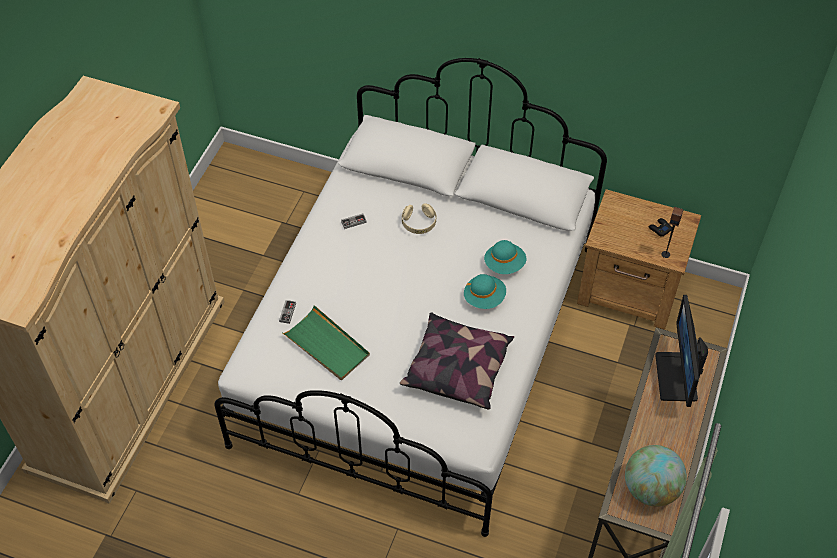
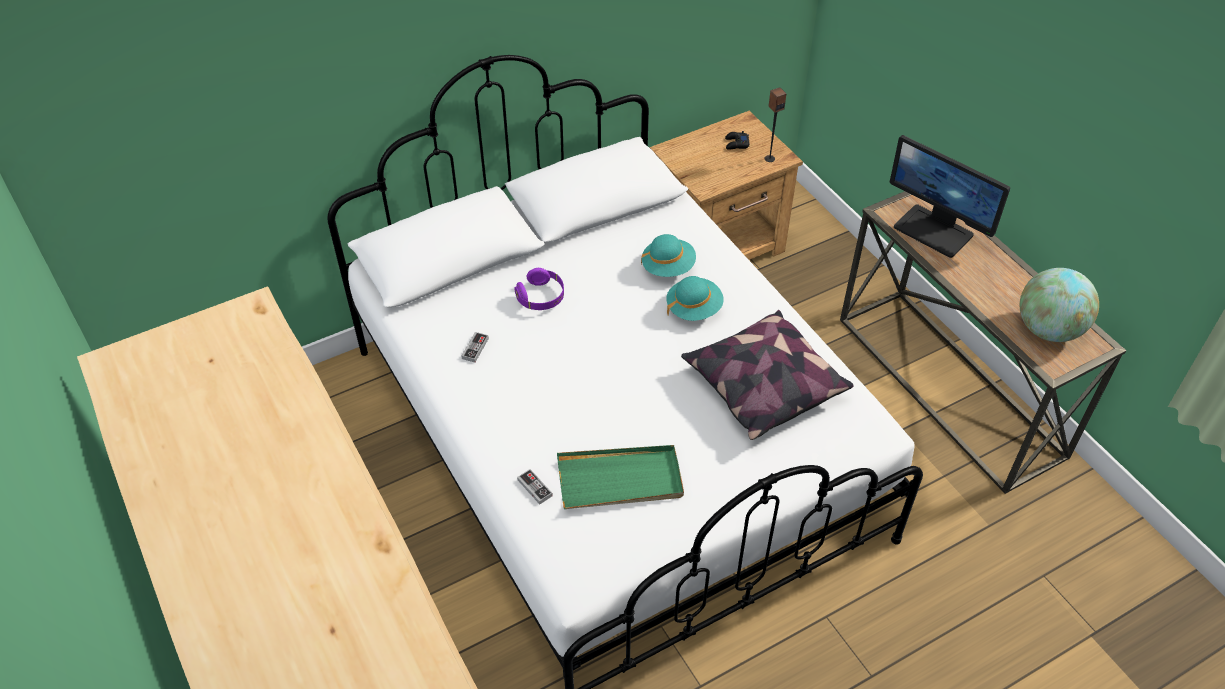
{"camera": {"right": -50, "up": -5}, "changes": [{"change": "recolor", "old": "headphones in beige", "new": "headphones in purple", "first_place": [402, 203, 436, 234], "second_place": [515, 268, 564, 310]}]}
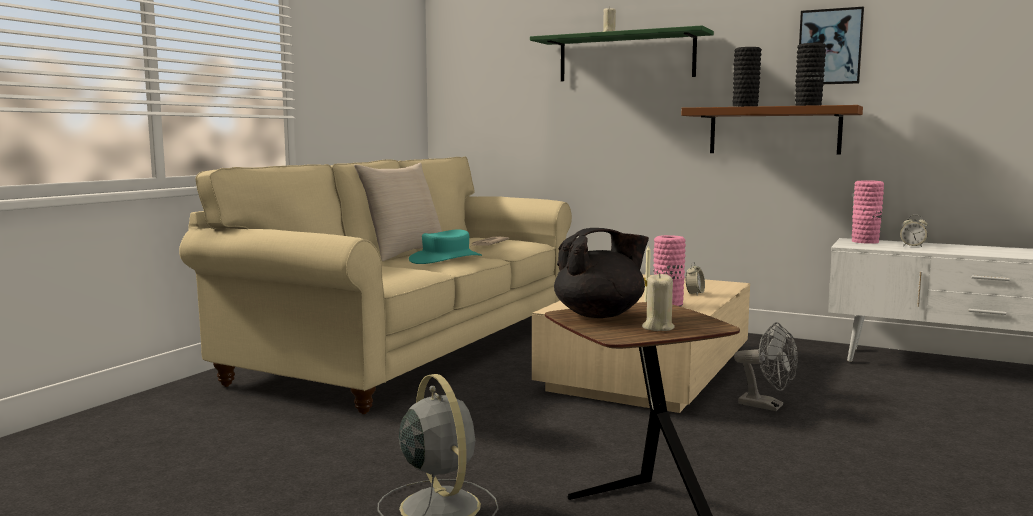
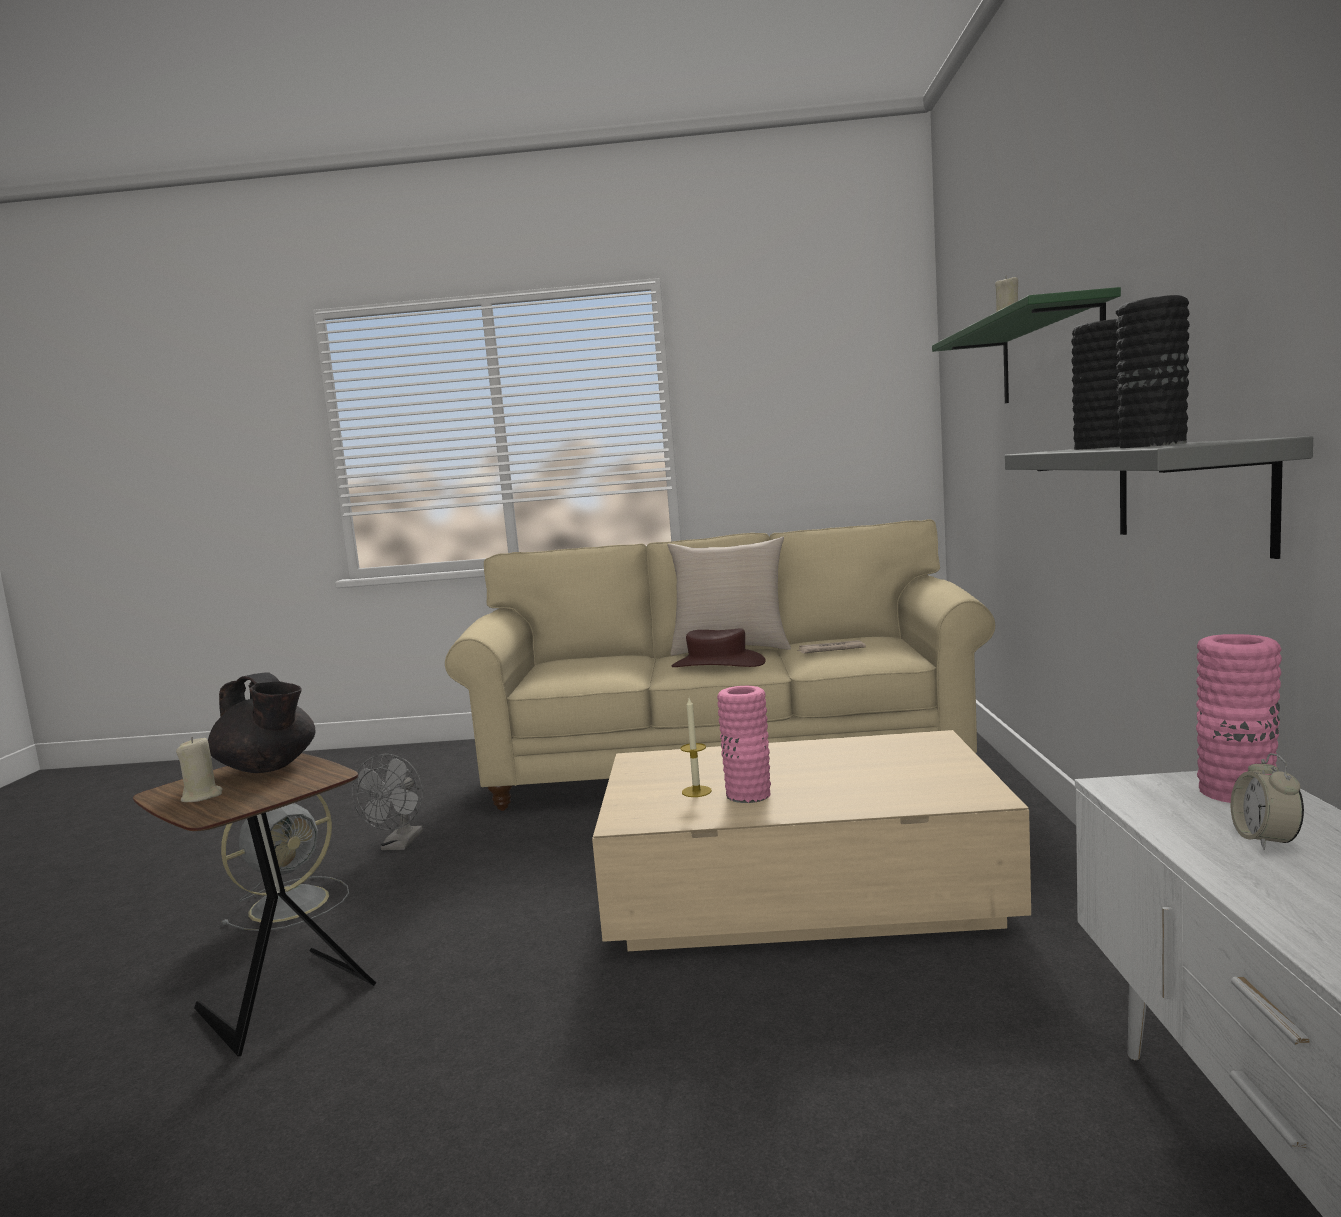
{"camera": {"right": 65, "up": 0}, "changes": [{"change": "recolor", "old": "hat in turquoise", "new": "hat in brown", "first_place": [409, 230, 482, 264], "second_place": [672, 629, 766, 667]}, {"change": "recolor", "old": "shelf in brown", "new": "shelf in grey", "first_place": [681, 105, 863, 155], "second_place": [1005, 436, 1313, 559]}, {"change": "delete", "old": "alarm clock", "first_place": [686, 262, 705, 295]}, {"change": "move", "old": "fan in grey", "first_place": [734, 322, 798, 411], "second_place": [351, 754, 423, 850]}, {"change": "delete", "old": "picture", "first_place": [799, 7, 864, 84]}]}
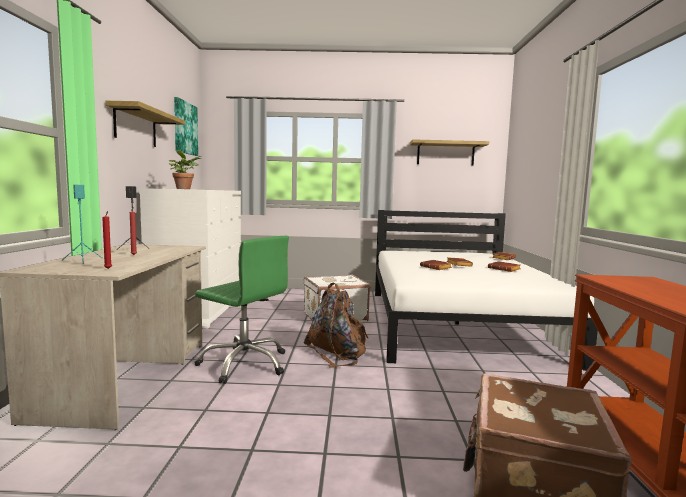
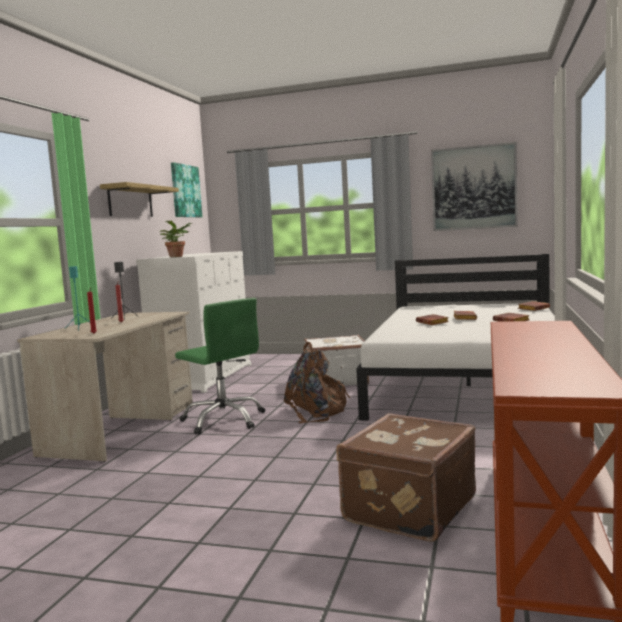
{"camera": {"right": 15, "up": 0}, "changes": [{"change": "replace", "old": "shelf", "new": "picture", "first_place": [410, 139, 489, 166], "second_place": [431, 142, 518, 231]}]}
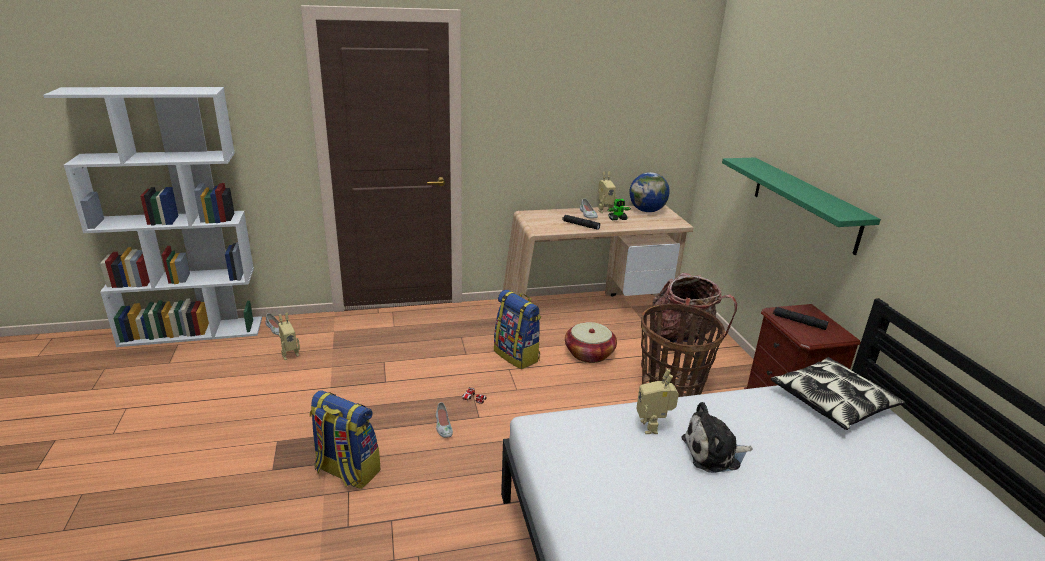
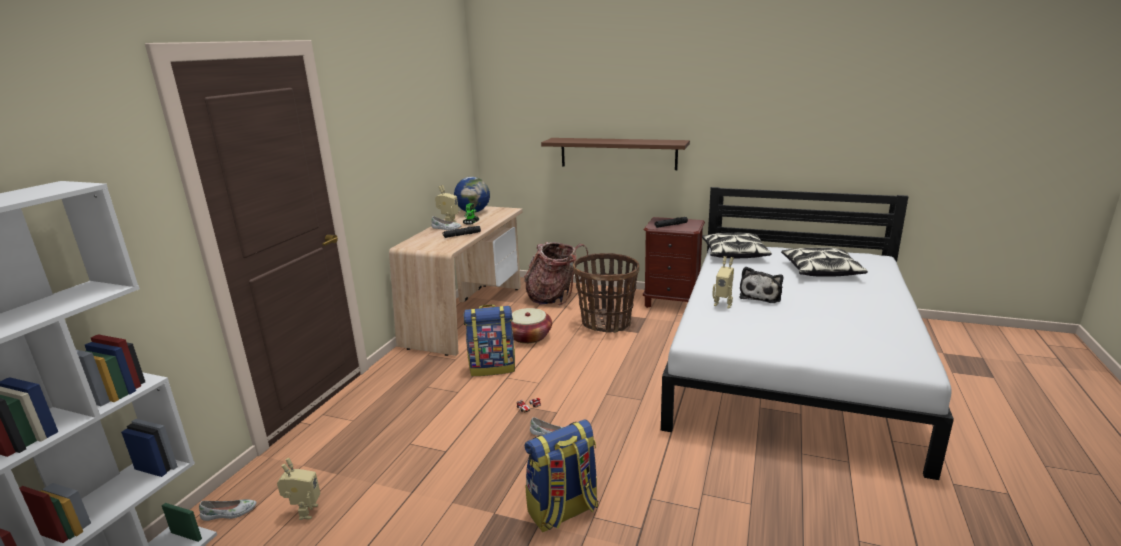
{"camera": {"right": -55, "up": -5}, "changes": [{"change": "recolor", "old": "shelf in green", "new": "shelf in brown", "first_place": [722, 158, 881, 255], "second_place": [541, 138, 690, 170]}, {"change": "insert", "new": "pillow", "second_place": [781, 247, 868, 277]}]}
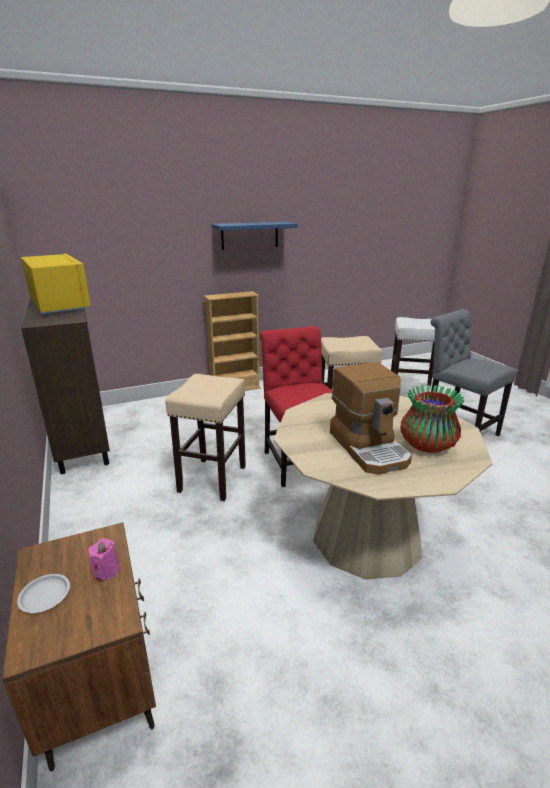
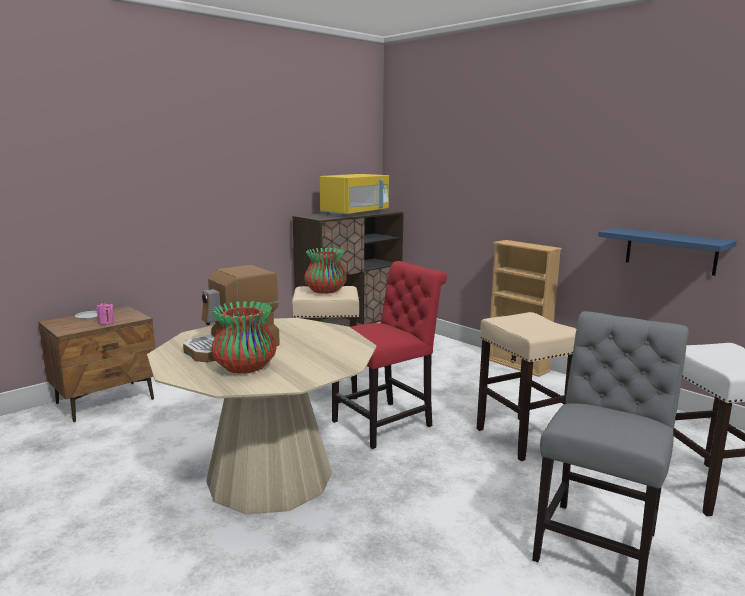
{"camera": {"right": 70, "up": -10}, "changes": [{"change": "move", "old": "shelf in blue", "first_place": [212, 222, 298, 250], "second_place": [598, 228, 737, 276]}, {"change": "insert", "new": "vase", "second_place": [305, 248, 347, 294]}]}
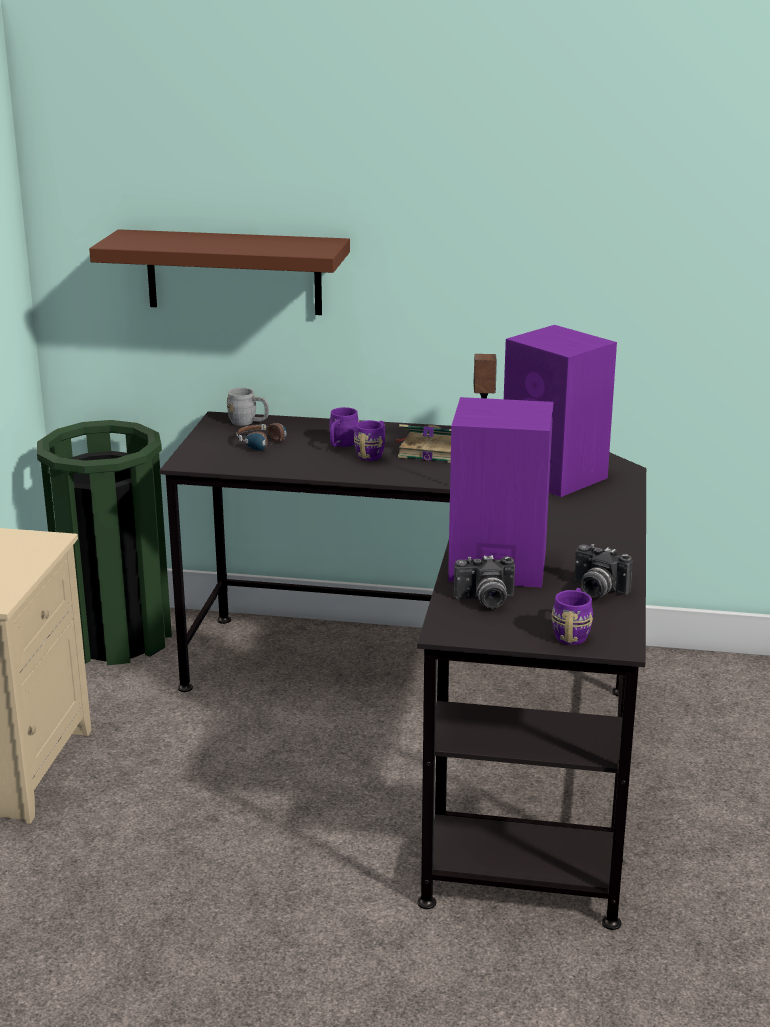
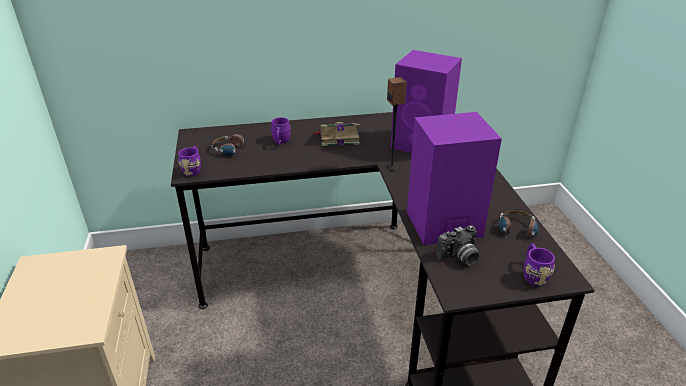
{"camera": {"right": -20, "up": 10}, "changes": [{"change": "delete", "old": "trash can in green", "first_place": [37, 420, 172, 666]}, {"change": "delete", "old": "shelf in brown", "first_place": [89, 229, 350, 315]}, {"change": "delete", "old": "mug in grey", "first_place": [227, 388, 269, 426]}, {"change": "move", "old": "mug in purple", "first_place": [354, 420, 385, 461], "second_place": [178, 146, 201, 176]}, {"change": "replace", "old": "photo camera", "new": "headphones", "first_place": [574, 544, 632, 598], "second_place": [499, 209, 539, 237]}]}
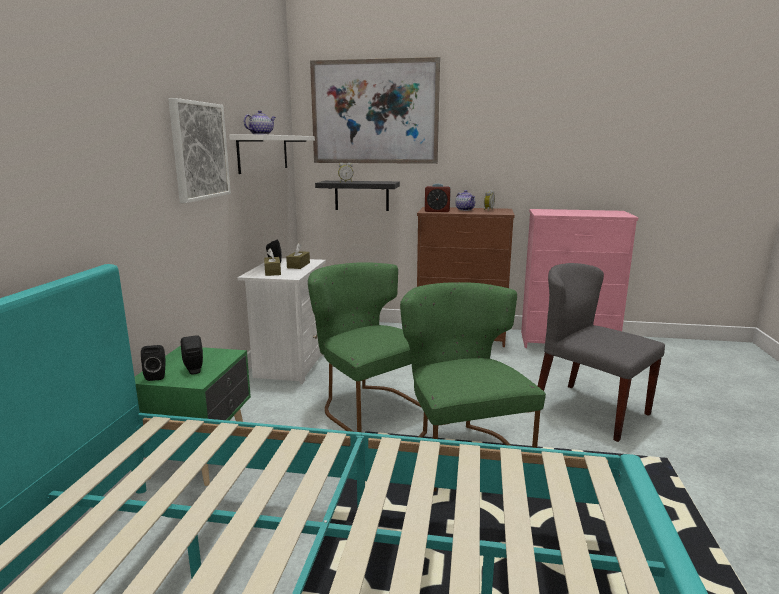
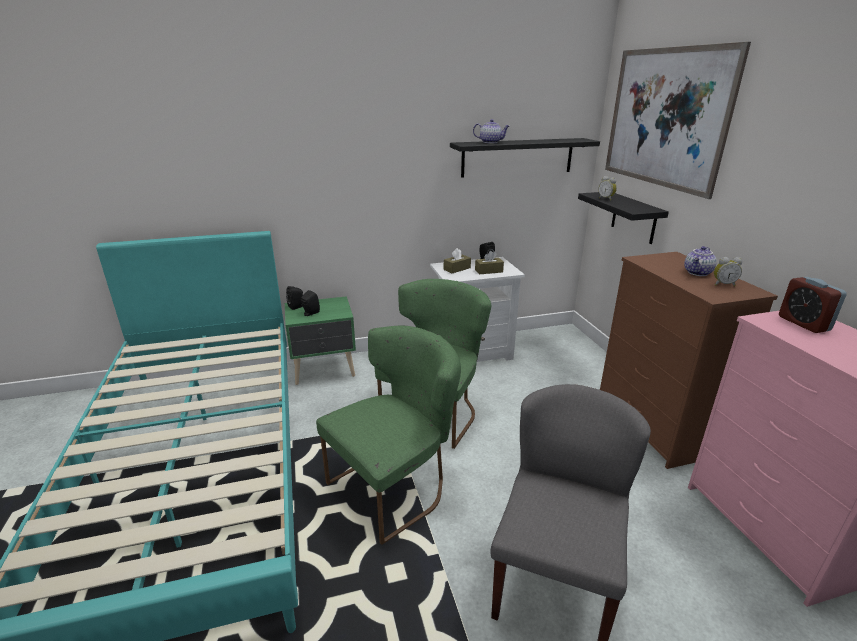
{"camera": {"right": 65, "up": 10}, "changes": [{"change": "delete", "old": "picture", "first_place": [168, 98, 231, 203]}, {"change": "recolor", "old": "shelf in white", "new": "shelf in black", "first_place": [229, 134, 315, 174], "second_place": [450, 138, 600, 178]}, {"change": "move", "old": "alarm clock", "first_place": [425, 184, 451, 212], "second_place": [779, 277, 847, 333]}]}
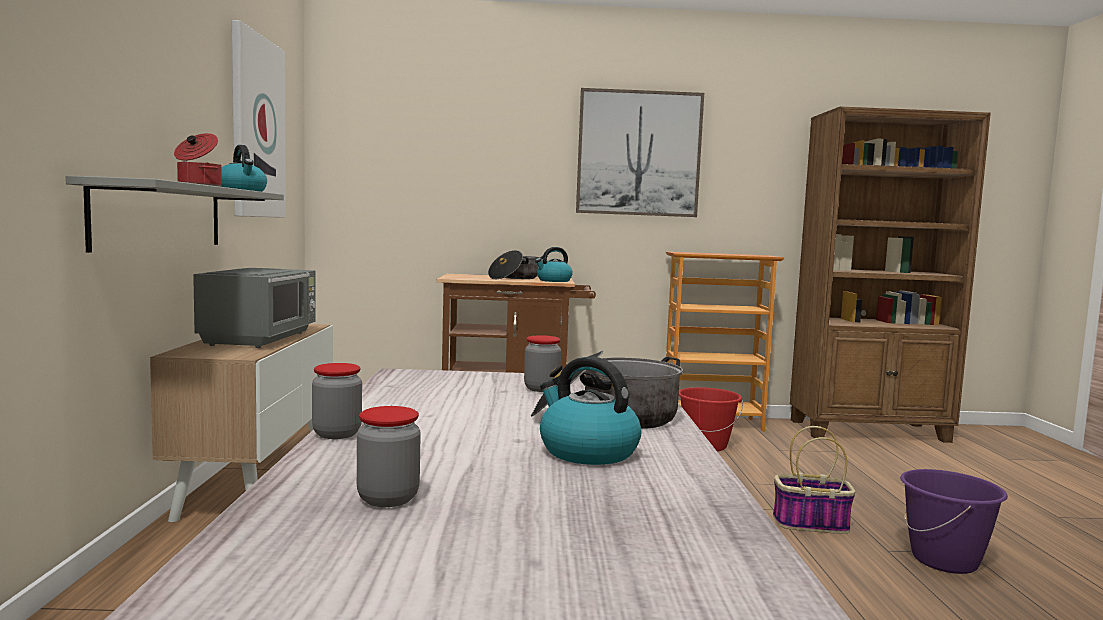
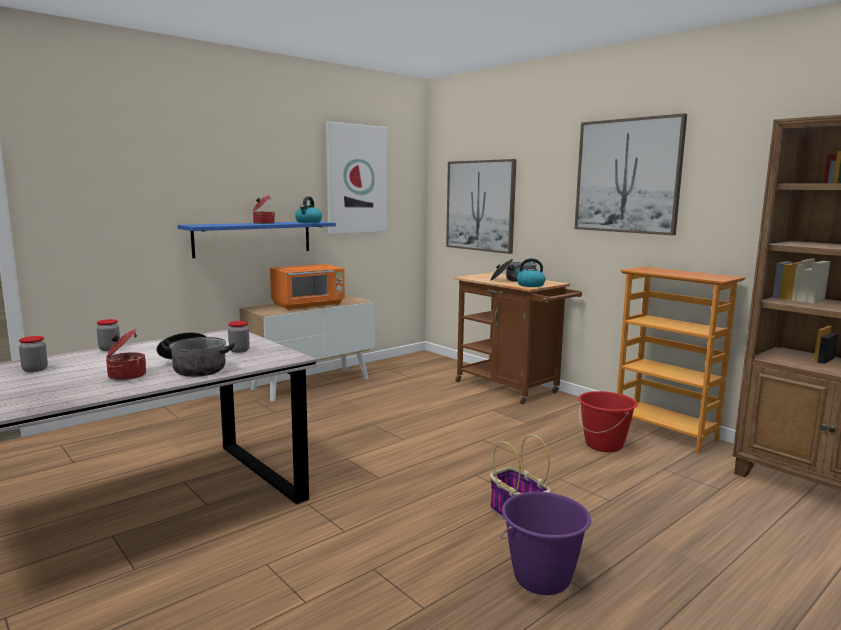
{"camera": {"right": 50, "up": 5}, "changes": [{"change": "recolor", "old": "shelf in grey", "new": "shelf in blue", "first_place": [65, 175, 284, 253], "second_place": [177, 221, 336, 258]}, {"change": "recolor", "old": "microwave in grey", "new": "microwave in orange", "first_place": [193, 268, 316, 348], "second_place": [270, 264, 345, 310]}, {"change": "replace", "old": "kettle", "new": "cooking pot", "first_place": [540, 356, 641, 465], "second_place": [106, 329, 146, 380]}, {"change": "insert", "new": "picture", "second_place": [446, 159, 517, 254]}]}
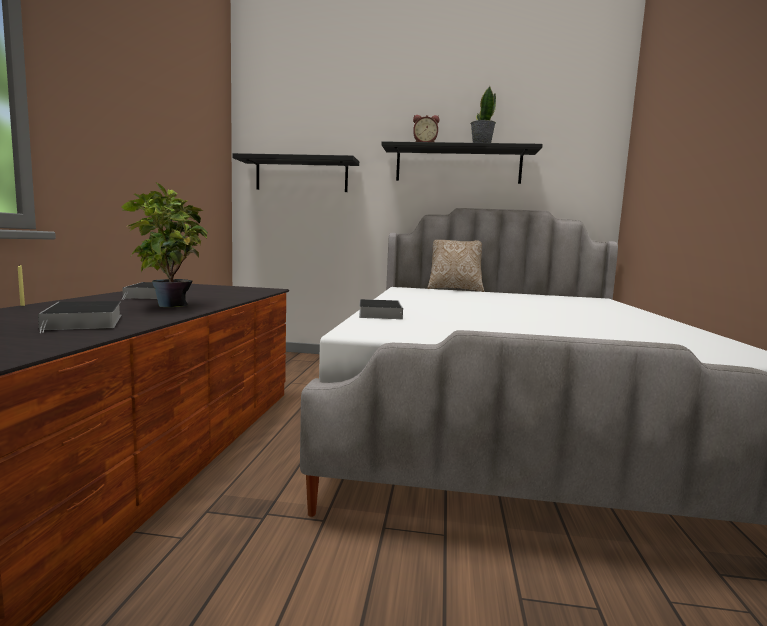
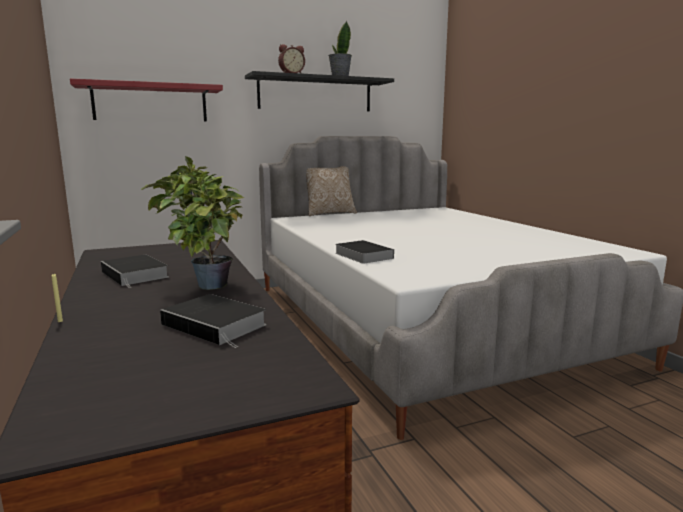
{"camera": {"right": -30, "up": 5}, "changes": [{"change": "recolor", "old": "shelf in black", "new": "shelf in red", "first_place": [233, 153, 359, 192], "second_place": [70, 78, 223, 121]}]}
